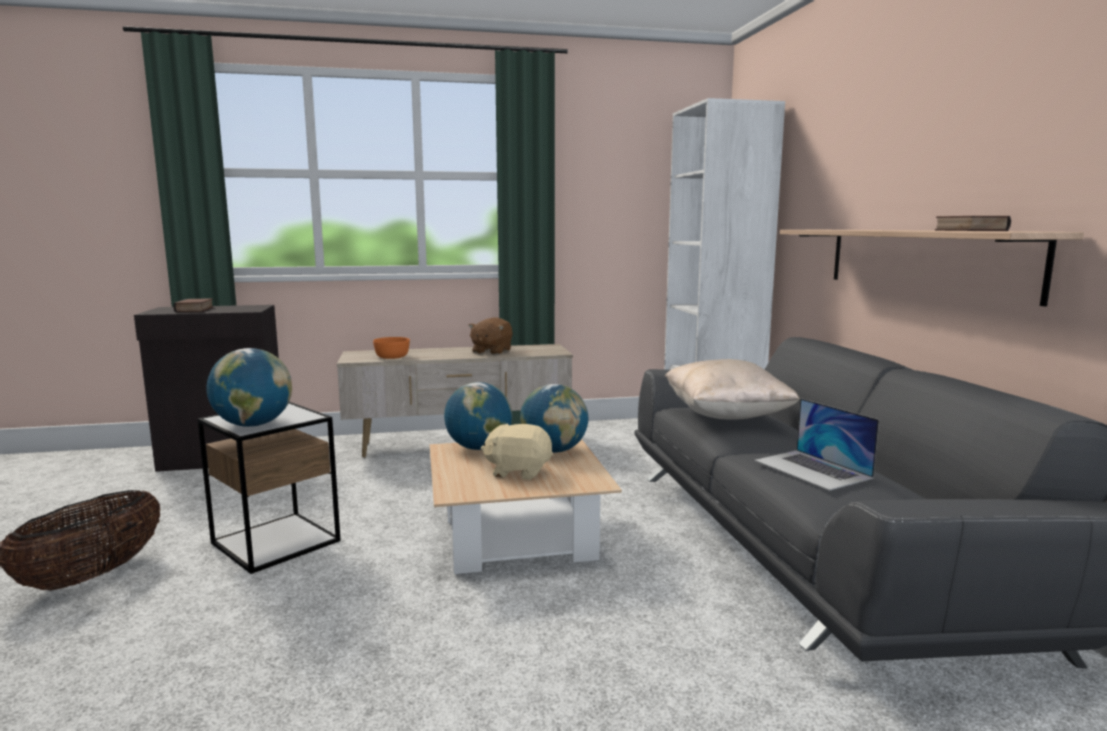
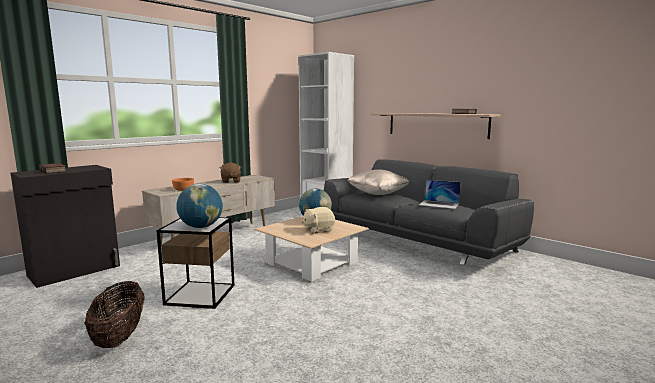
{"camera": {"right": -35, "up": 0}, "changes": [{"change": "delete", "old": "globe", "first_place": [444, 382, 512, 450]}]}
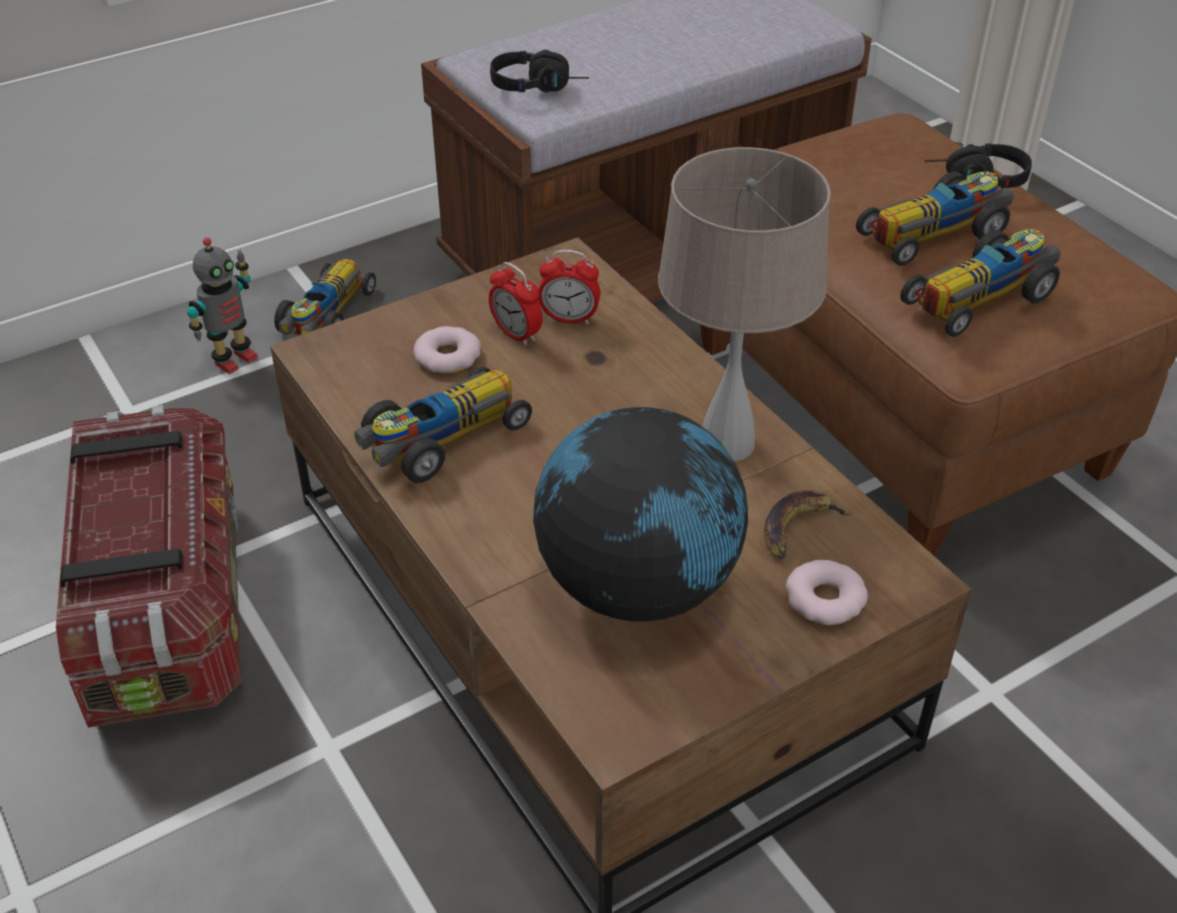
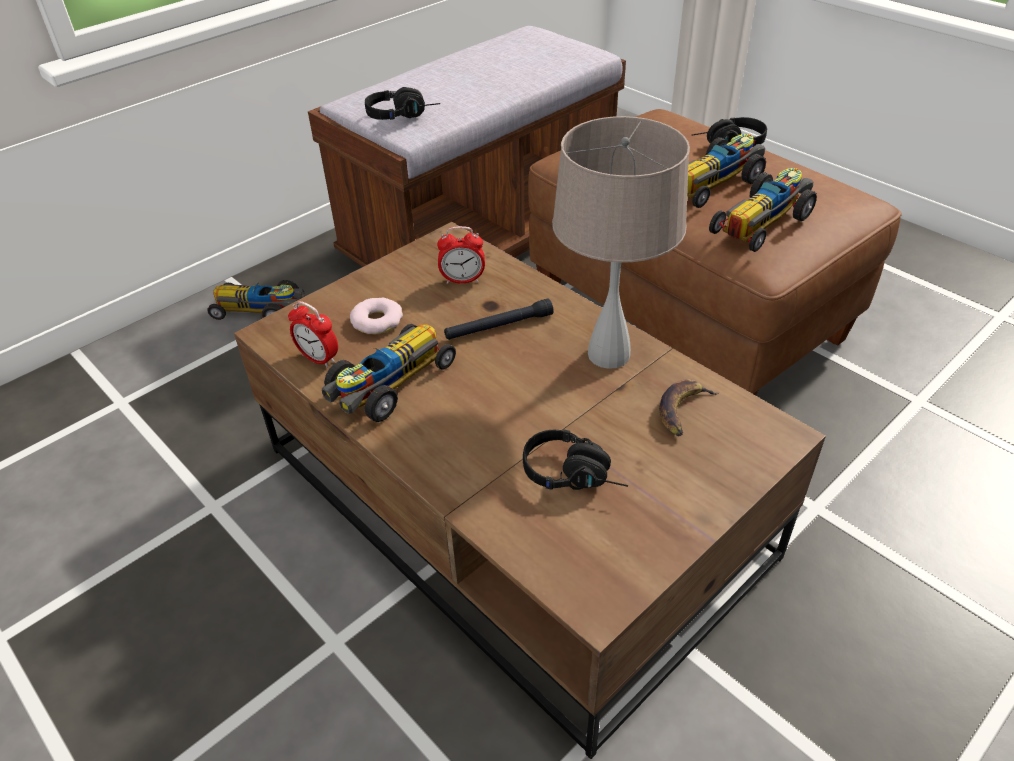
{"camera": {"right": -10, "up": 0}, "changes": [{"change": "delete", "old": "storage box", "first_place": [56, 405, 242, 728]}, {"change": "delete", "old": "toy robot", "first_place": [187, 237, 258, 374]}, {"change": "rotate", "old": "toy car", "first_place": [274, 259, 376, 335], "second_place": [207, 280, 305, 320], "degrees": -90}, {"change": "move", "old": "alarm clock", "first_place": [489, 262, 542, 346], "second_place": [288, 301, 338, 368]}, {"change": "replace", "old": "globe", "new": "headphones in black", "first_place": [533, 407, 748, 622], "second_place": [523, 430, 628, 490]}, {"change": "delete", "old": "donut", "first_place": [786, 560, 868, 625]}, {"change": "insert", "new": "flashlight in black", "second_place": [444, 298, 554, 340]}]}
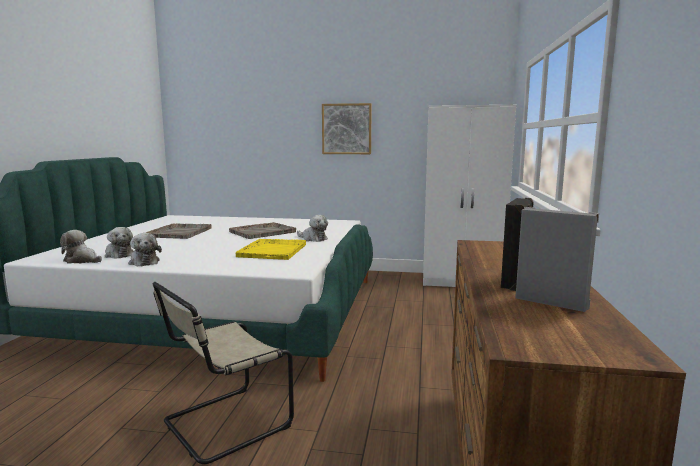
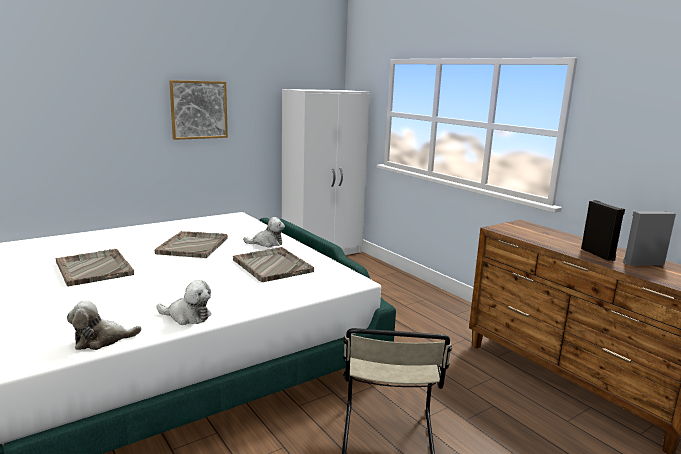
{"camera": {"right": -45, "up": 5}, "changes": [{"change": "delete", "old": "plush toy", "first_place": [105, 227, 133, 259]}, {"change": "recolor", "old": "tray in yellow", "new": "tray in grey", "first_place": [236, 239, 306, 260], "second_place": [233, 247, 314, 282]}]}
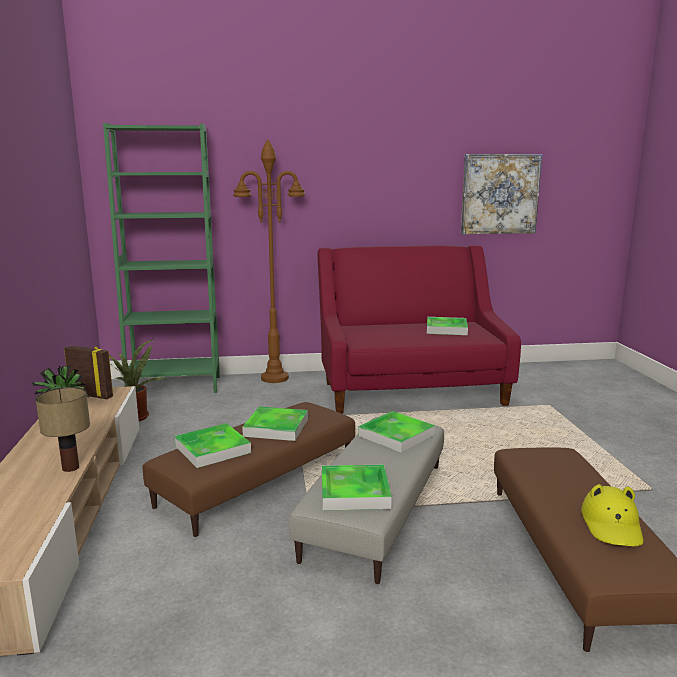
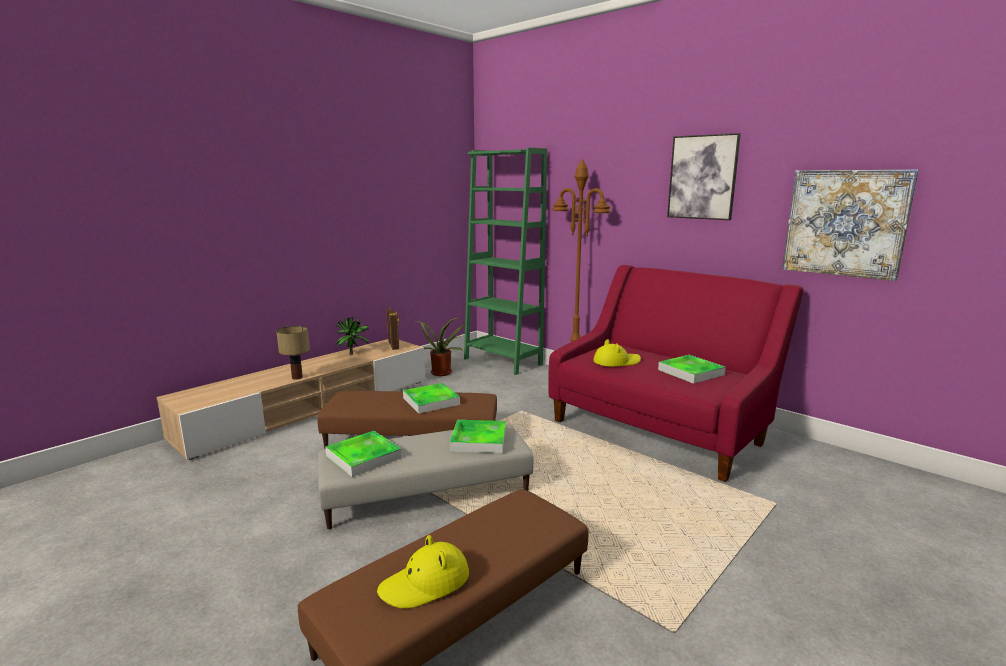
{"camera": {"right": 50, "up": 0}, "changes": [{"change": "delete", "old": "tray", "first_place": [175, 423, 251, 468]}, {"change": "insert", "new": "hat in yellow", "second_place": [593, 339, 641, 367]}, {"change": "insert", "new": "picture", "second_place": [667, 133, 741, 220]}]}
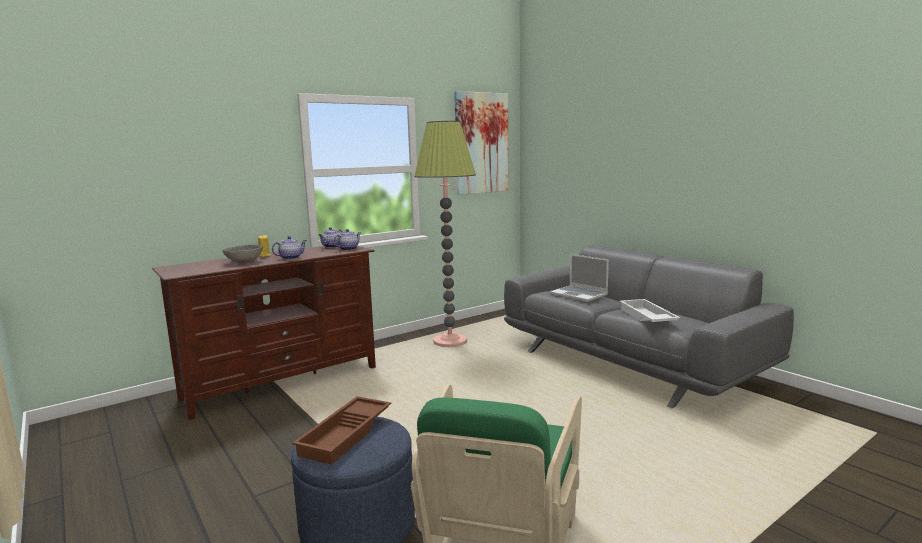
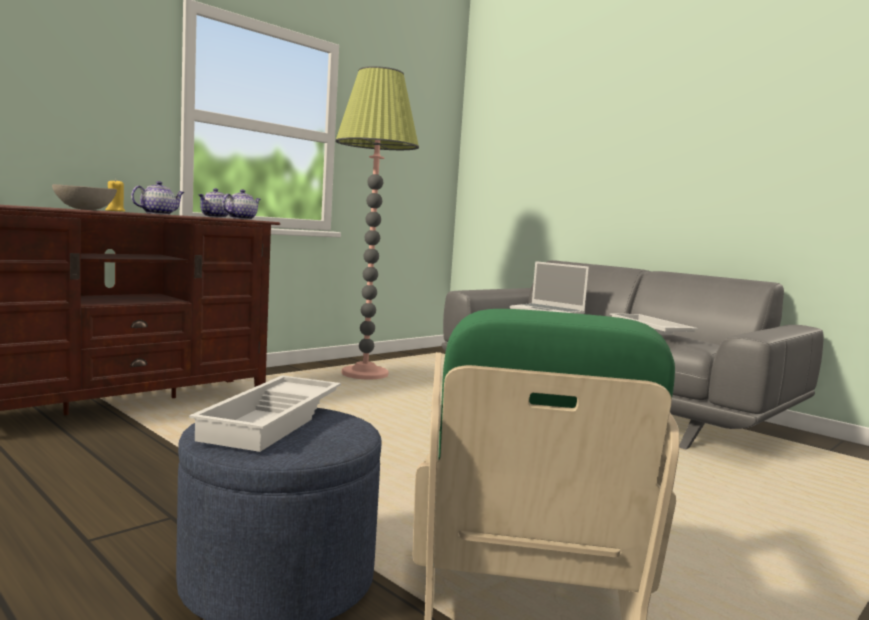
{"camera": {"right": -10, "up": -5}, "changes": [{"change": "recolor", "old": "tray in brown", "new": "tray in white", "first_place": [292, 396, 391, 465], "second_place": [189, 375, 341, 452]}, {"change": "delete", "old": "picture", "first_place": [454, 91, 509, 195]}]}
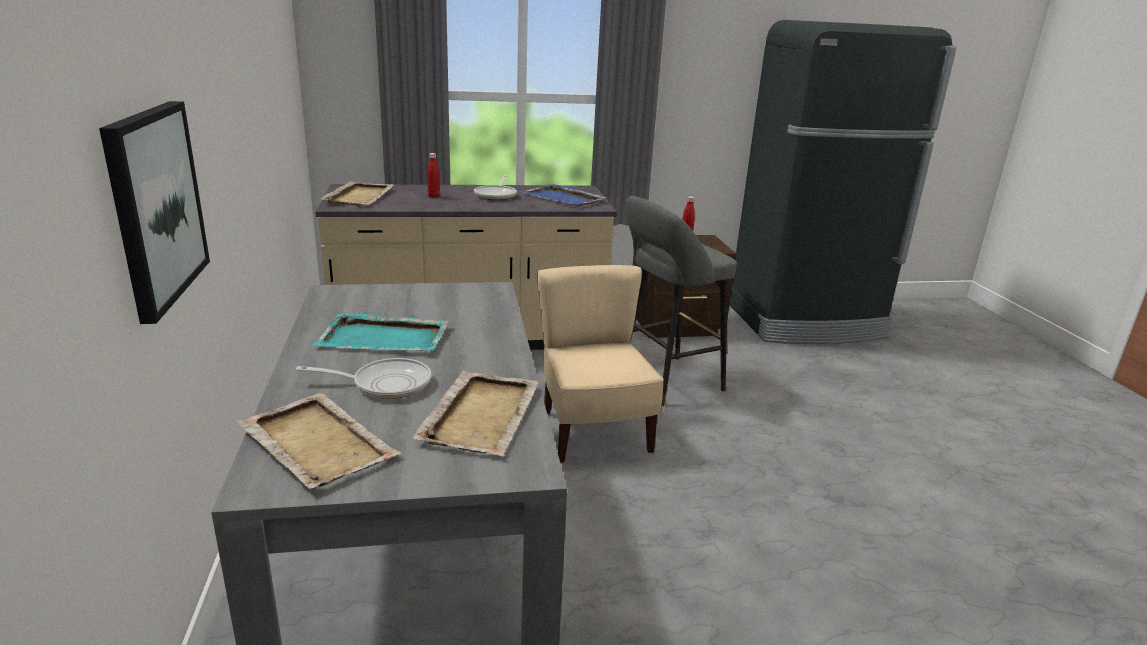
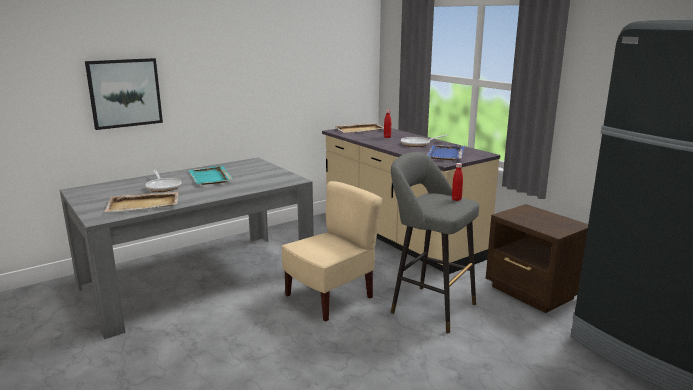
{"camera": {"right": 65, "up": -5}, "changes": [{"change": "delete", "old": "tray in beige", "first_place": [236, 393, 401, 489]}]}
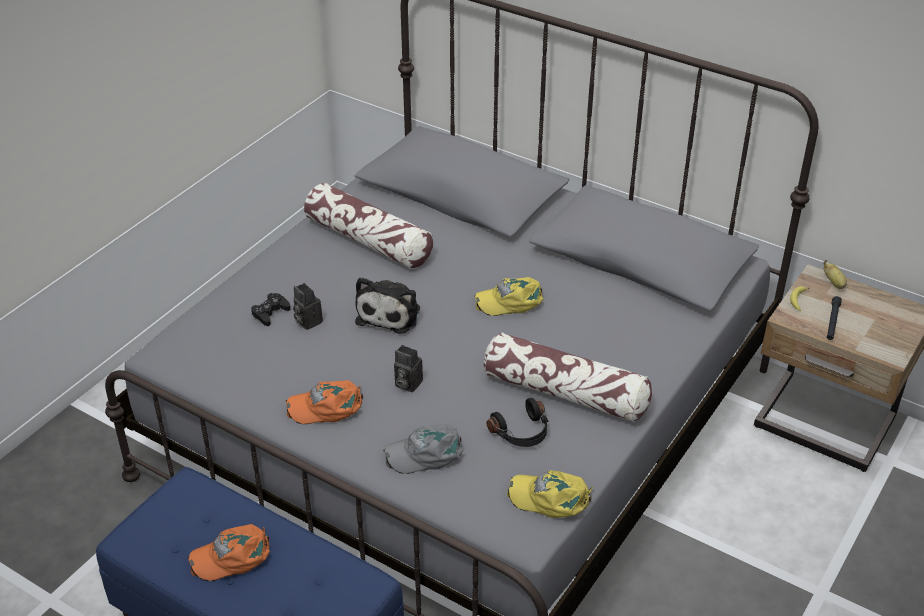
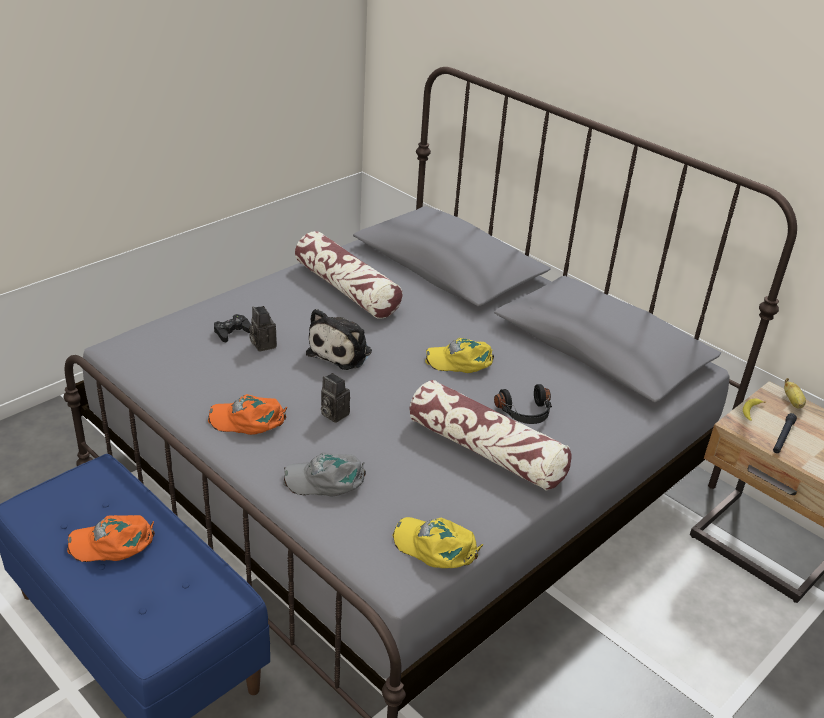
{"camera": {"right": 10, "up": -5}, "changes": [{"change": "move", "old": "headphones in black", "first_place": [487, 398, 548, 447], "second_place": [494, 384, 552, 424]}]}
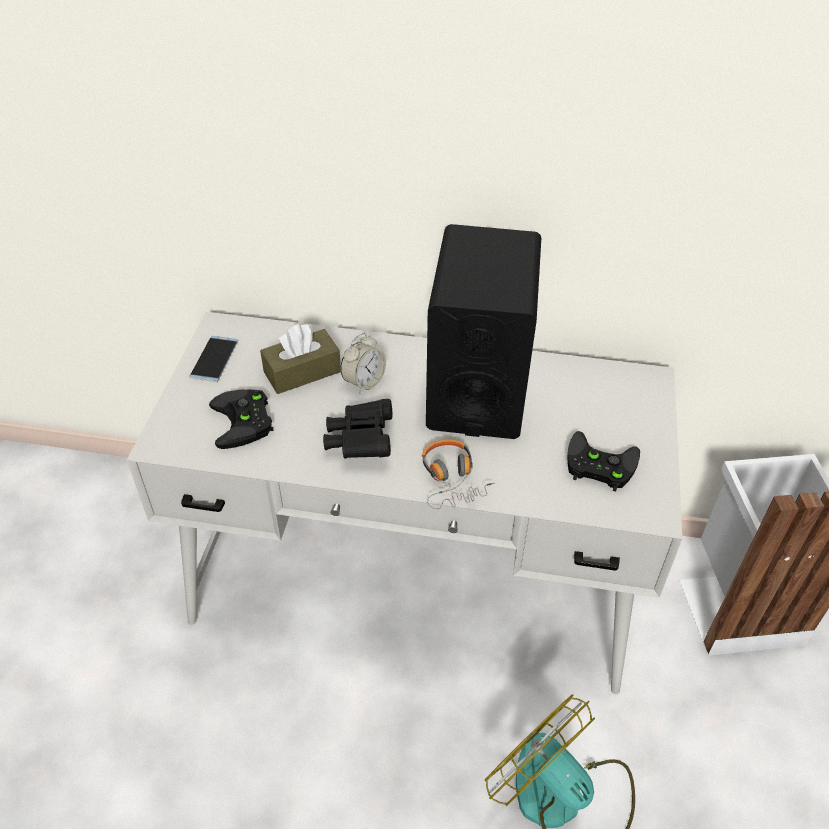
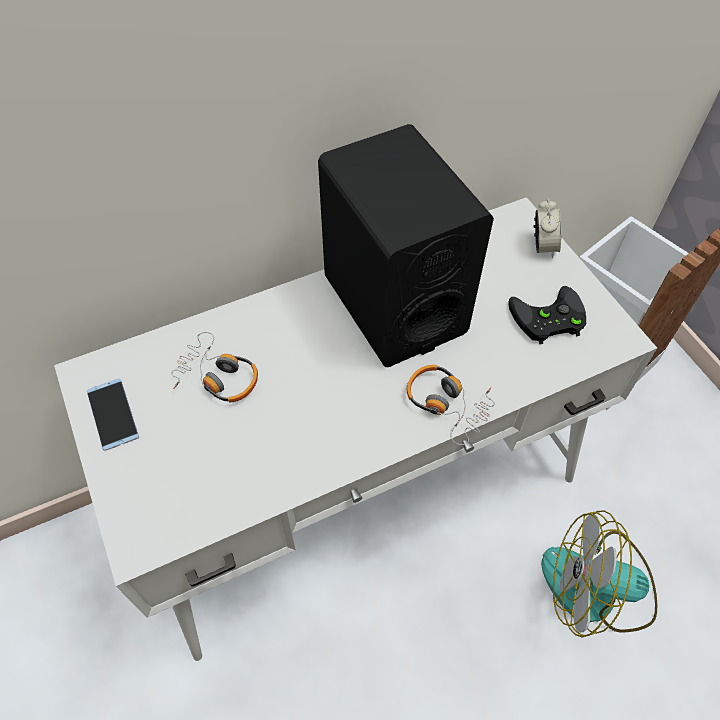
{"camera": {"right": -35, "up": 10}, "changes": [{"change": "delete", "old": "game controller in black", "first_place": [209, 389, 273, 449]}, {"change": "replace", "old": "tissue box in brown", "new": "headphones", "first_place": [260, 324, 341, 394], "second_place": [171, 332, 258, 403]}, {"change": "delete", "old": "binoculars in black", "first_place": [323, 399, 392, 459]}, {"change": "move", "old": "alarm clock", "first_place": [341, 333, 386, 394], "second_place": [534, 198, 561, 258]}]}
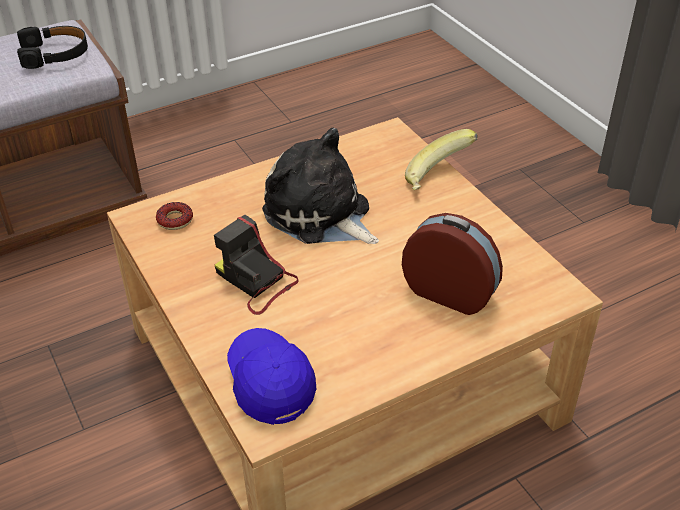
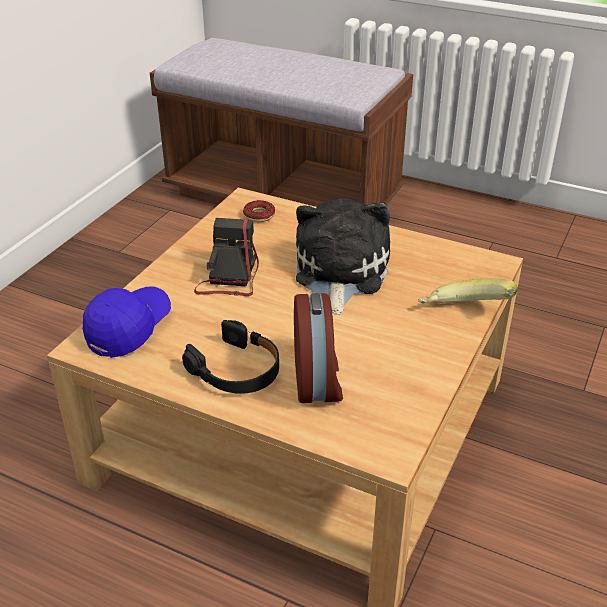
{"camera": {"right": 55, "up": -5}, "changes": [{"change": "move", "old": "headphones in black", "first_place": [17, 26, 88, 69], "second_place": [182, 320, 279, 394]}]}
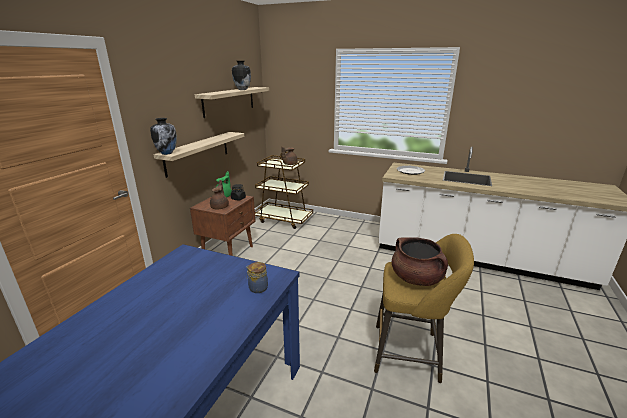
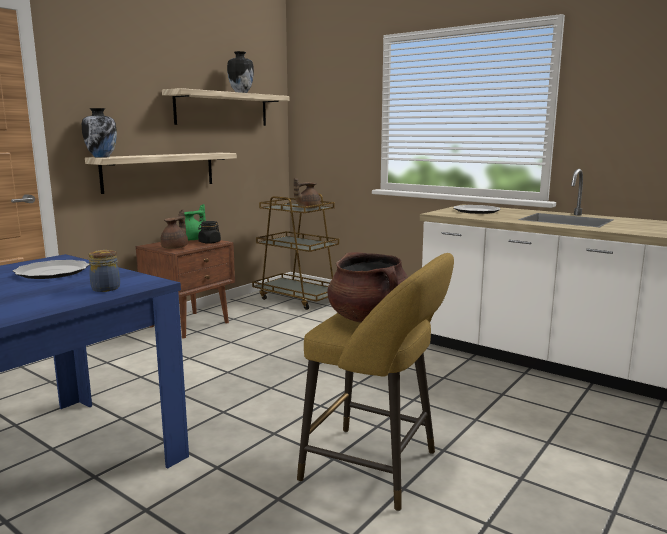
{"camera": {"right": 15, "up": -10}, "changes": [{"change": "insert", "new": "plate", "second_place": [13, 260, 89, 279]}]}
